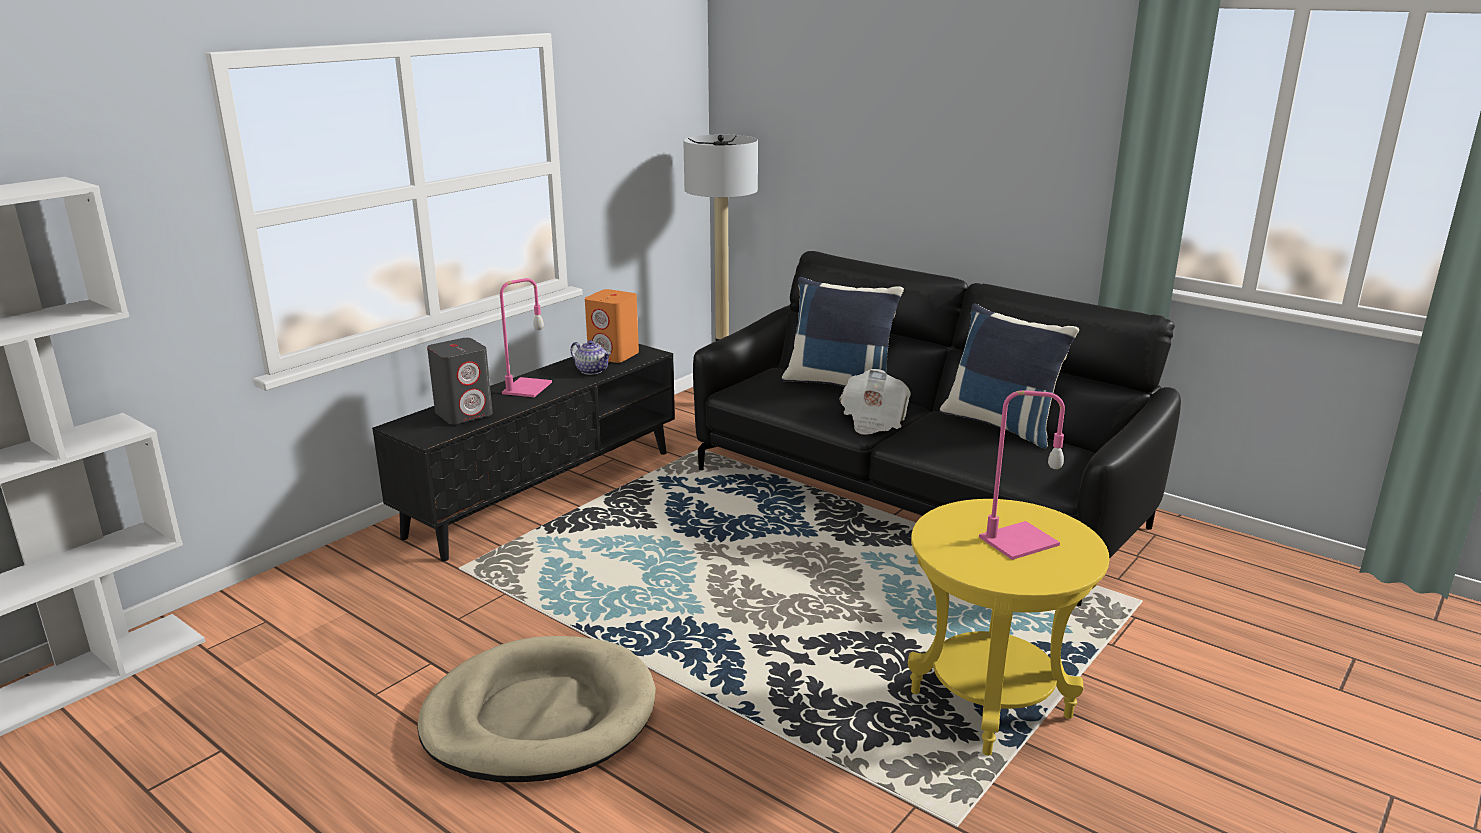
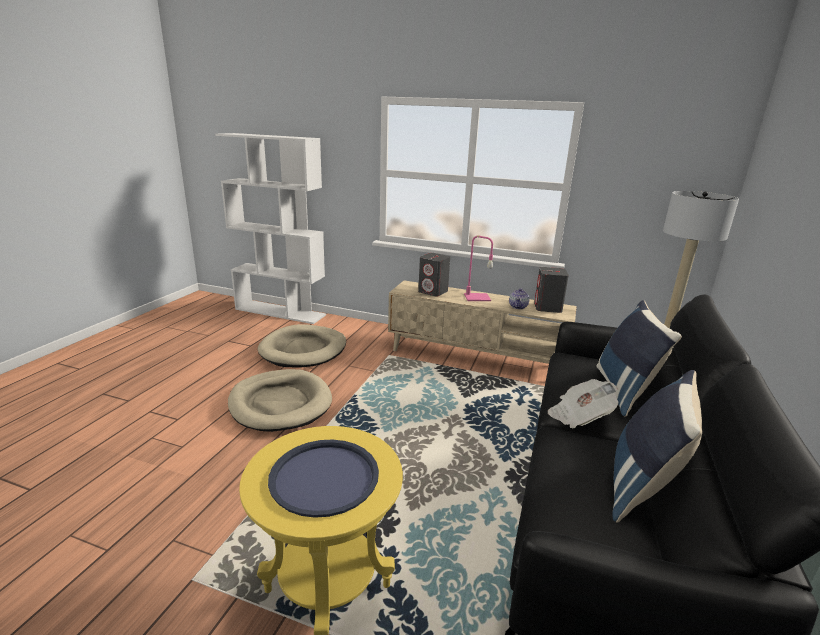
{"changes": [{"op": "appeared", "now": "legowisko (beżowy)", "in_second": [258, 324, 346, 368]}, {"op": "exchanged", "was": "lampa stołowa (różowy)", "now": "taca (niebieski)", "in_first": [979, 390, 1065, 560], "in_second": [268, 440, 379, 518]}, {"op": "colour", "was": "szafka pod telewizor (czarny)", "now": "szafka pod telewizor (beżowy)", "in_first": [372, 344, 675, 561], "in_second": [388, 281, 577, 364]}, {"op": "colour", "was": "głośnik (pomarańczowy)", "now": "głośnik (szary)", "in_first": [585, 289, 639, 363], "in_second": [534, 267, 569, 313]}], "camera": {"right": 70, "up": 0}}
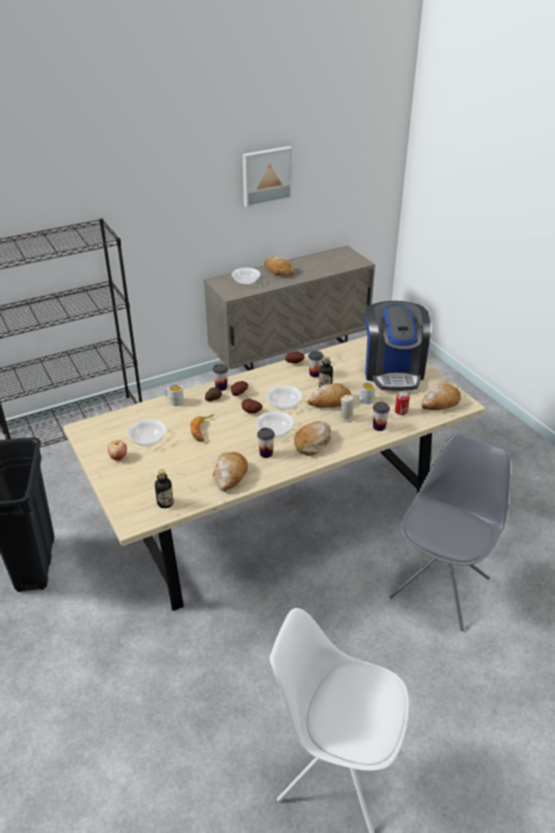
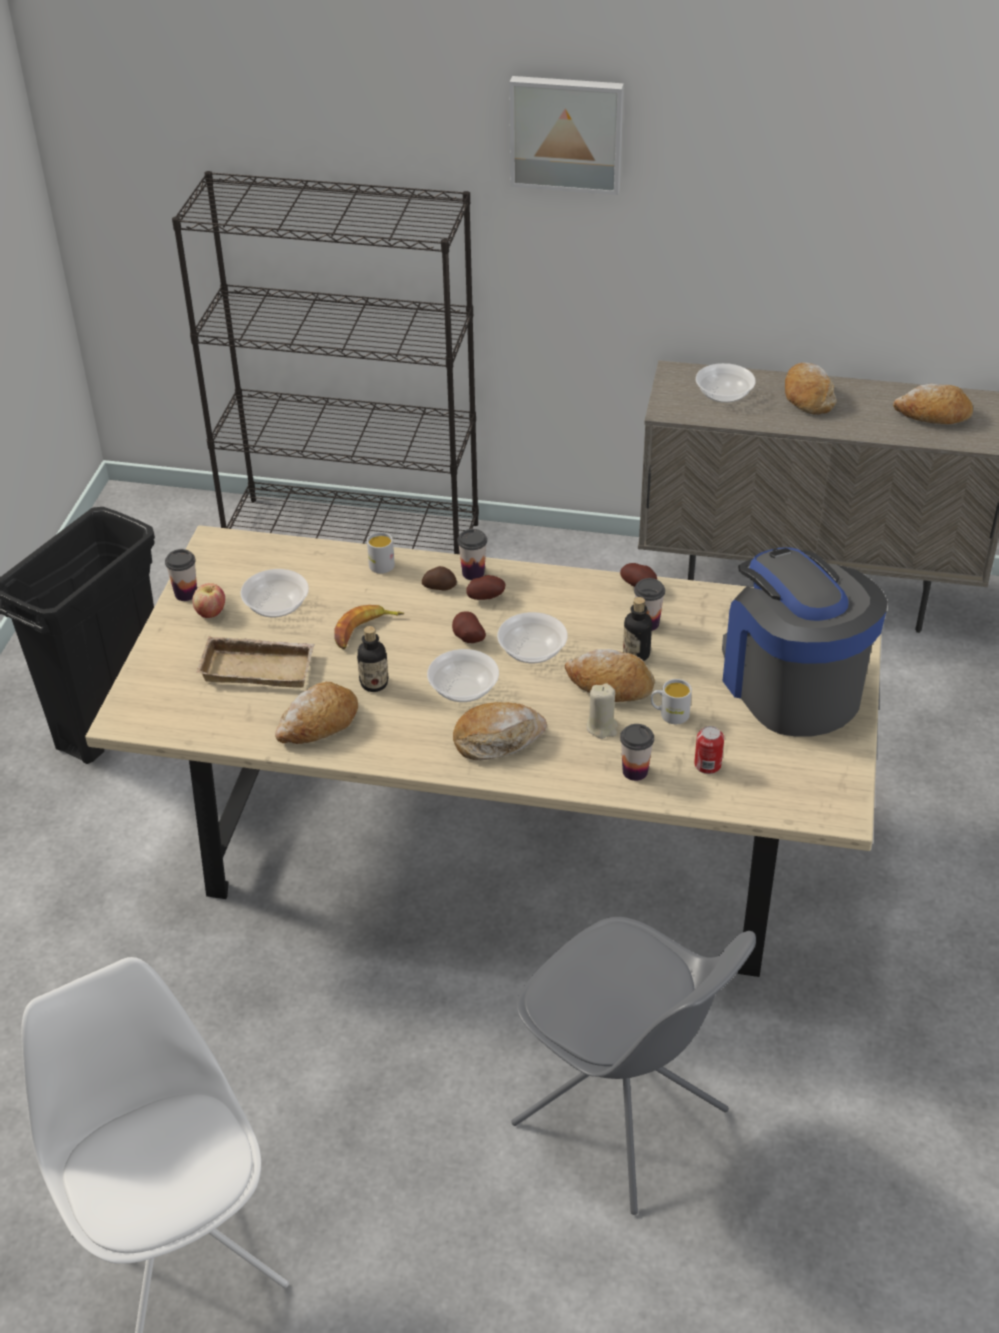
{"changes": [{"op": "relocated", "was": "filiżanka", "in_first": [257, 428, 275, 458], "in_second": [165, 549, 197, 601]}, {"op": "appeared", "now": "taca (beżowy)", "in_second": [196, 636, 315, 688]}, {"op": "relocated", "was": "butelka", "in_first": [155, 469, 174, 508], "in_second": [357, 626, 388, 692]}, {"op": "relocated", "was": "obraz", "in_first": [243, 146, 293, 208], "in_second": [509, 76, 624, 195]}, {"op": "spun", "was": "krzesło (szary)", "in_first": [389, 433, 510, 631], "in_second": [511, 917, 756, 1215], "clockwise": 60}, {"op": "spun", "was": "ekspres do kawy", "in_first": [365, 301, 430, 391], "in_second": [722, 547, 888, 736], "clockwise": 120}, {"op": "relocated", "was": "chleb", "in_first": [421, 384, 461, 410], "in_second": [893, 384, 973, 424]}], "camera": {"right": 40, "up": 5}}
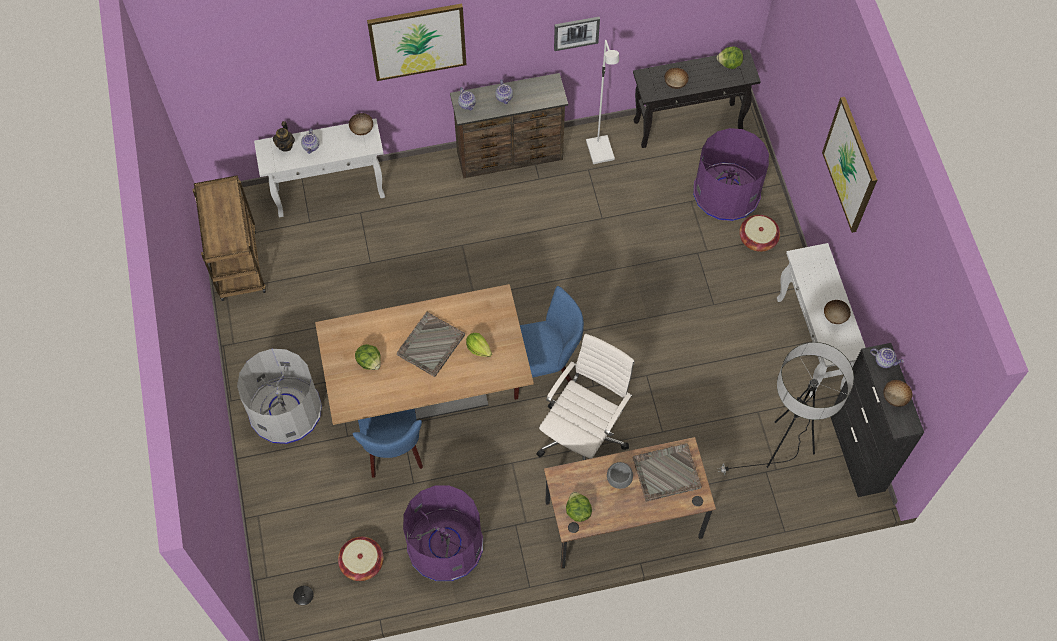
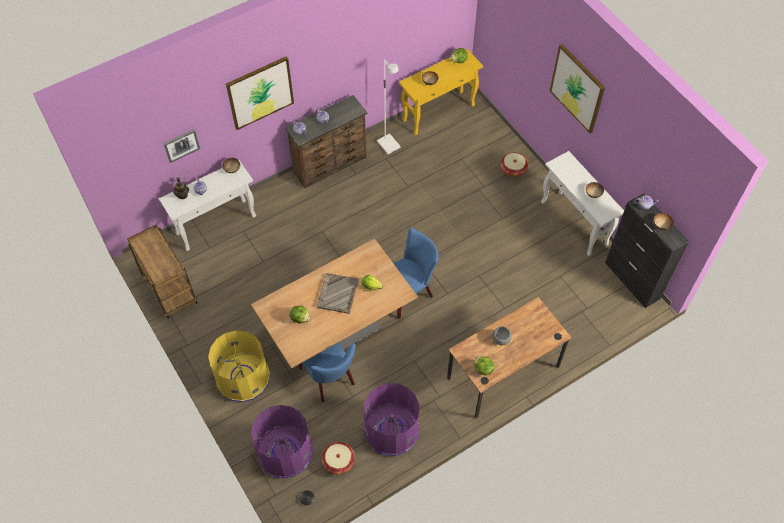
{"changes": [{"op": "relocated", "was": "obraz", "in_first": [554, 17, 600, 51], "in_second": [163, 129, 200, 163]}, {"op": "colour", "was": "kosz na śmieci (szary)", "now": "kosz na śmieci (żółty)", "in_first": [237, 349, 322, 444], "in_second": [208, 330, 270, 402]}, {"op": "relocated", "was": "kosz na śmieci (fioletowy)", "in_first": [693, 128, 769, 221], "in_second": [251, 405, 313, 479]}, {"op": "colour", "was": "stolik konsolowy (czarny)", "now": "stolik konsolowy (żółty)", "in_first": [633, 49, 761, 148], "in_second": [399, 49, 483, 135]}, {"op": "missing", "was": "krzesło biurowe (biały)", "in_first": [536, 333, 634, 460]}, {"op": "missing", "was": "taca (szary)", "in_first": [633, 443, 702, 502]}, {"op": "missing", "was": "lampa stojąca", "in_first": [718, 342, 854, 475]}], "camera": {"right": -20, "up": -5}}
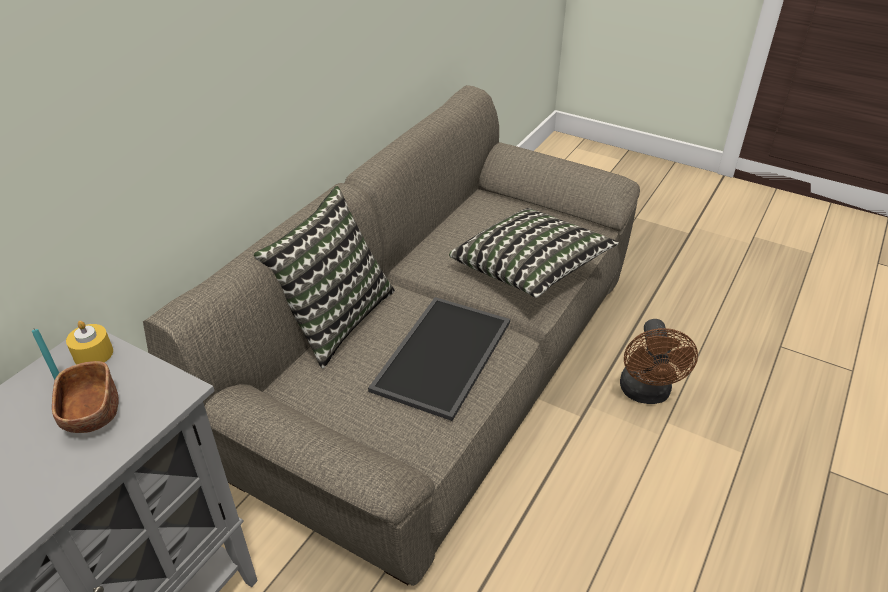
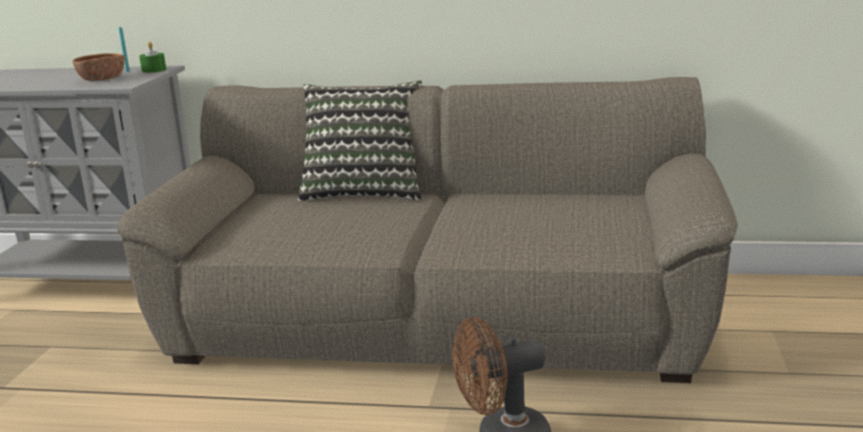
{"changes": [{"op": "colour", "was": "świeca (żółty)", "now": "świeca (zielony)", "in_first": [66, 321, 113, 364], "in_second": [139, 42, 166, 73]}, {"op": "missing", "was": "taca", "in_first": [368, 297, 510, 421]}, {"op": "missing", "was": "poduszka", "in_first": [449, 208, 619, 298]}], "camera": {"right": 70, "up": -20}}
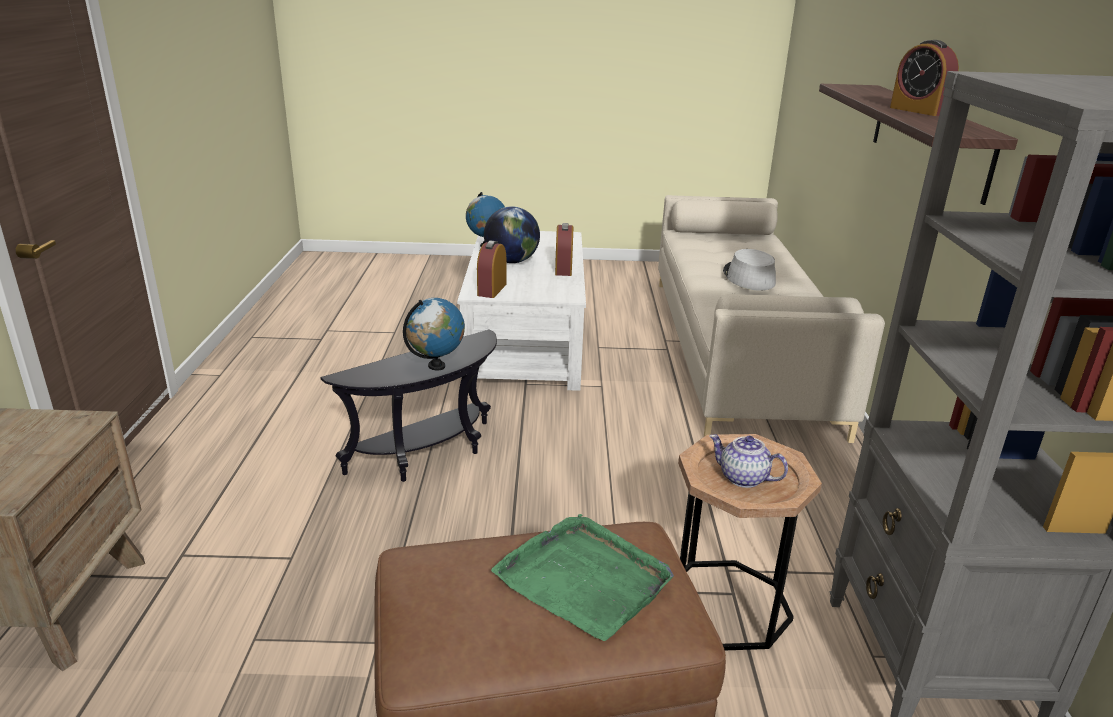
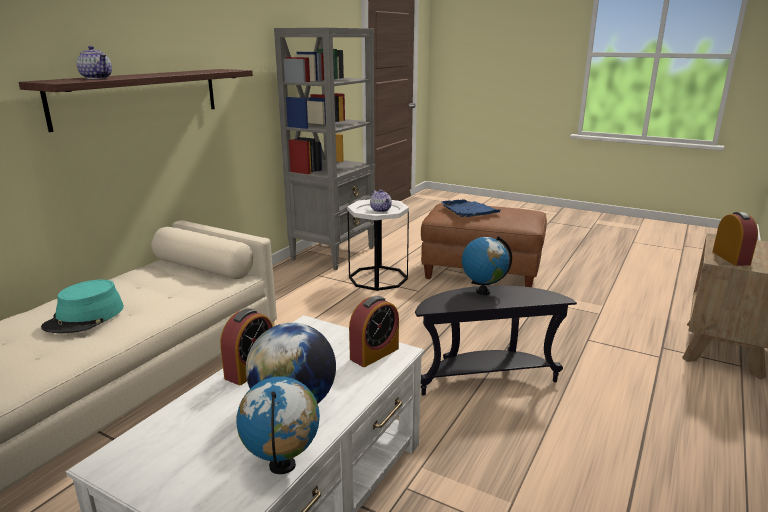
{"changes": [{"op": "colour", "was": "kapelusz (szary)", "now": "kapelusz (turkusowy)", "in_first": [723, 249, 776, 291], "in_second": [41, 279, 124, 333]}, {"op": "appeared", "now": "imbryk", "in_second": [76, 46, 112, 79]}, {"op": "colour", "was": "stolik (brązowy)", "now": "stolik (biały)", "in_first": [678, 434, 822, 650], "in_second": [347, 199, 409, 291]}, {"op": "colour", "was": "taca (zielony)", "now": "taca (niebieski)", "in_first": [491, 514, 674, 641], "in_second": [441, 199, 501, 217]}, {"op": "relocated", "was": "budzik", "in_first": [890, 40, 959, 116], "in_second": [713, 212, 758, 266]}], "camera": {"right": -150, "up": -5}}
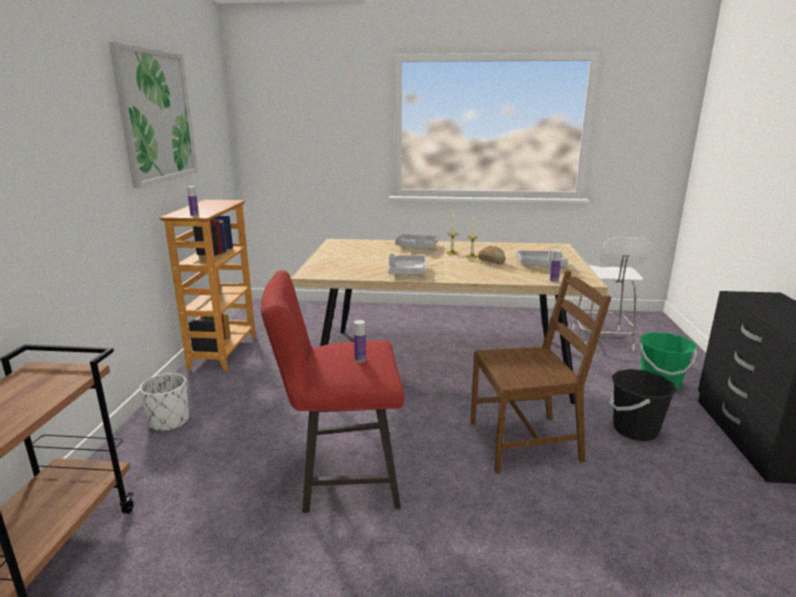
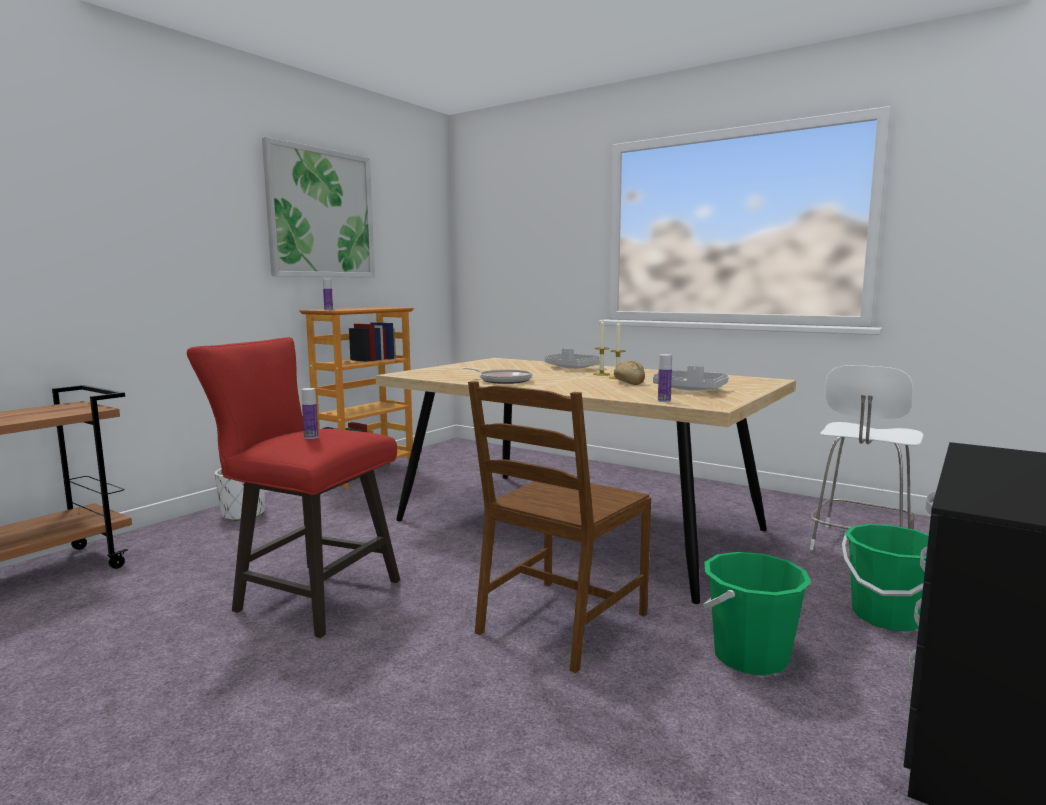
{"changes": [{"op": "exchanged", "was": "taca (szary)", "now": "patelnia", "in_first": [388, 254, 426, 275], "in_second": [463, 367, 533, 384]}, {"op": "spun", "was": "krzesło (brązowy)", "in_first": [471, 270, 612, 474], "in_second": [468, 381, 651, 673], "clockwise": 105}, {"op": "colour", "was": "wiadro (czarny)", "now": "wiadro (zielony)", "in_first": [609, 369, 677, 441], "in_second": [702, 552, 811, 675]}], "camera": {"right": 30, "up": -10}}
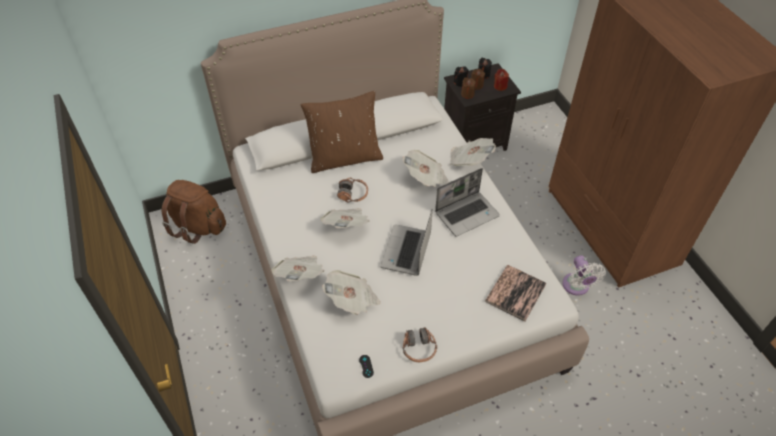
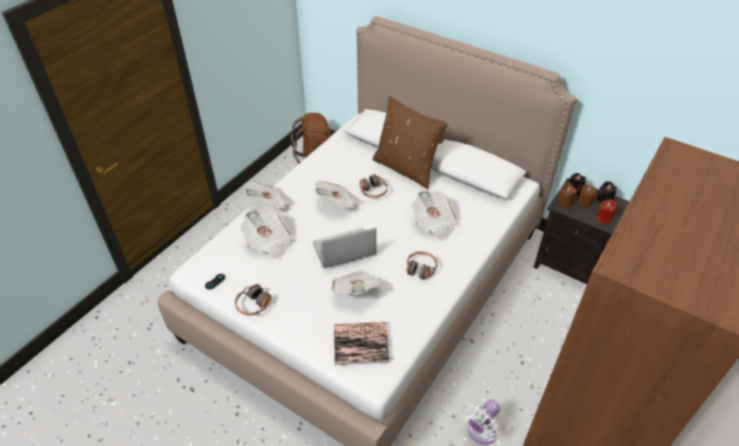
{"changes": [{"op": "relocated", "was": "gazeta", "in_first": [450, 138, 496, 166], "in_second": [331, 270, 381, 295]}, {"op": "exchanged", "was": "laptop", "now": "słuchawki", "in_first": [435, 168, 500, 236], "in_second": [406, 251, 438, 280]}], "camera": {"right": 55, "up": -5}}
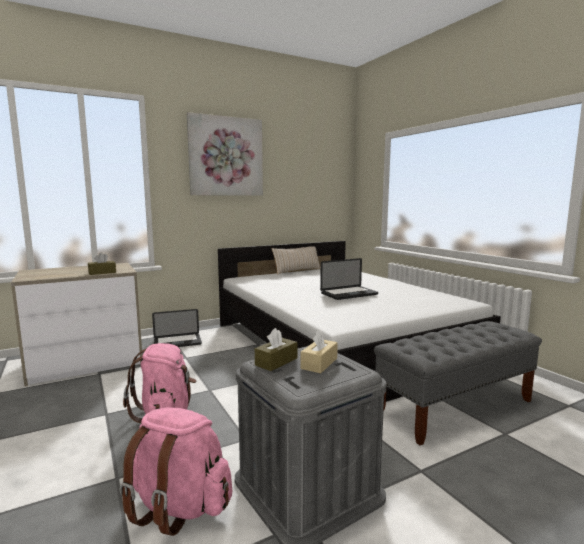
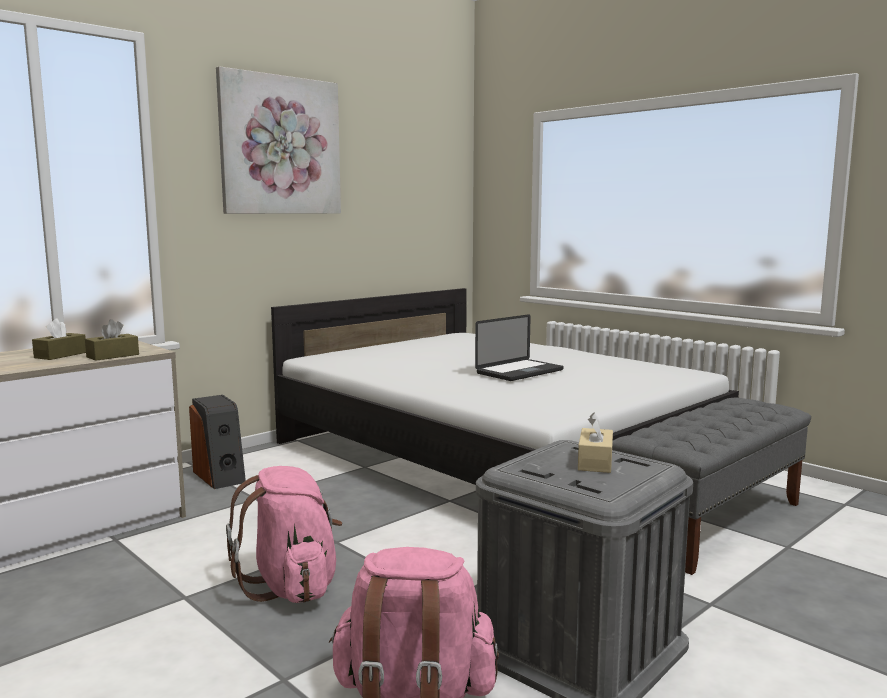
{"changes": [{"op": "relocated", "was": "pudełko chusteczek (brązowy)", "in_first": [255, 328, 297, 371], "in_second": [32, 318, 86, 360]}, {"op": "exchanged", "was": "laptop", "now": "głośnik", "in_first": [152, 309, 202, 347], "in_second": [189, 395, 246, 489]}, {"op": "missing", "was": "poduszka (beżowy)", "in_first": [272, 246, 321, 275]}], "camera": {"right": -15, "up": 0}}
